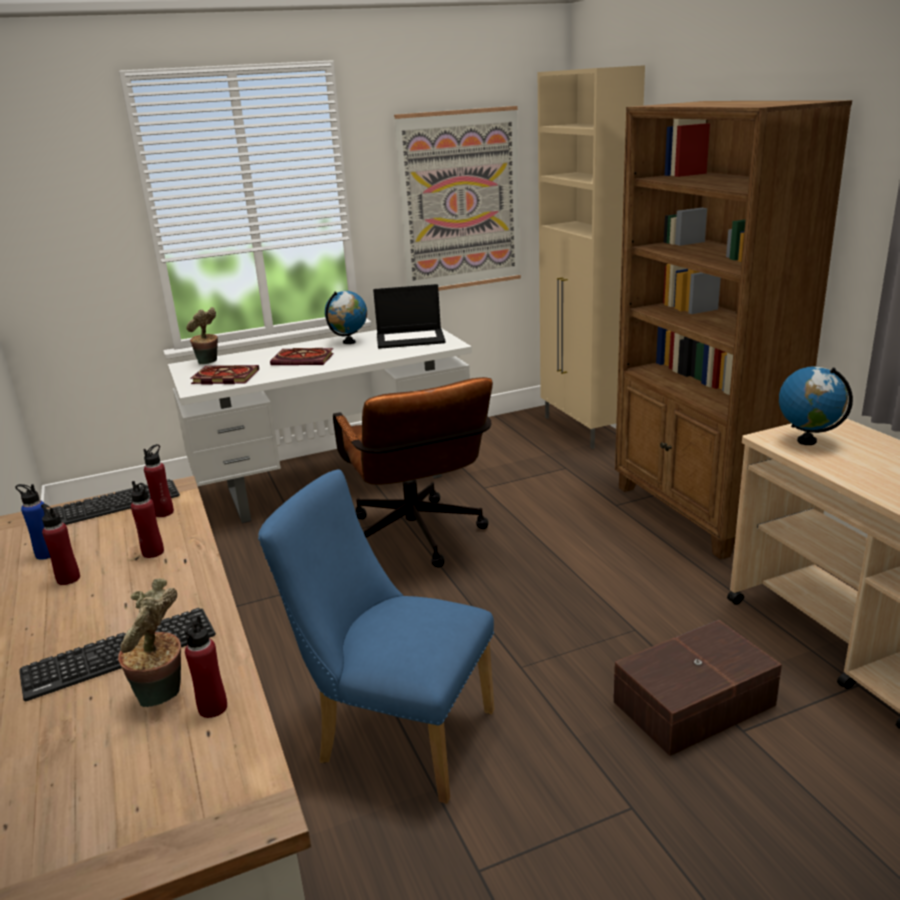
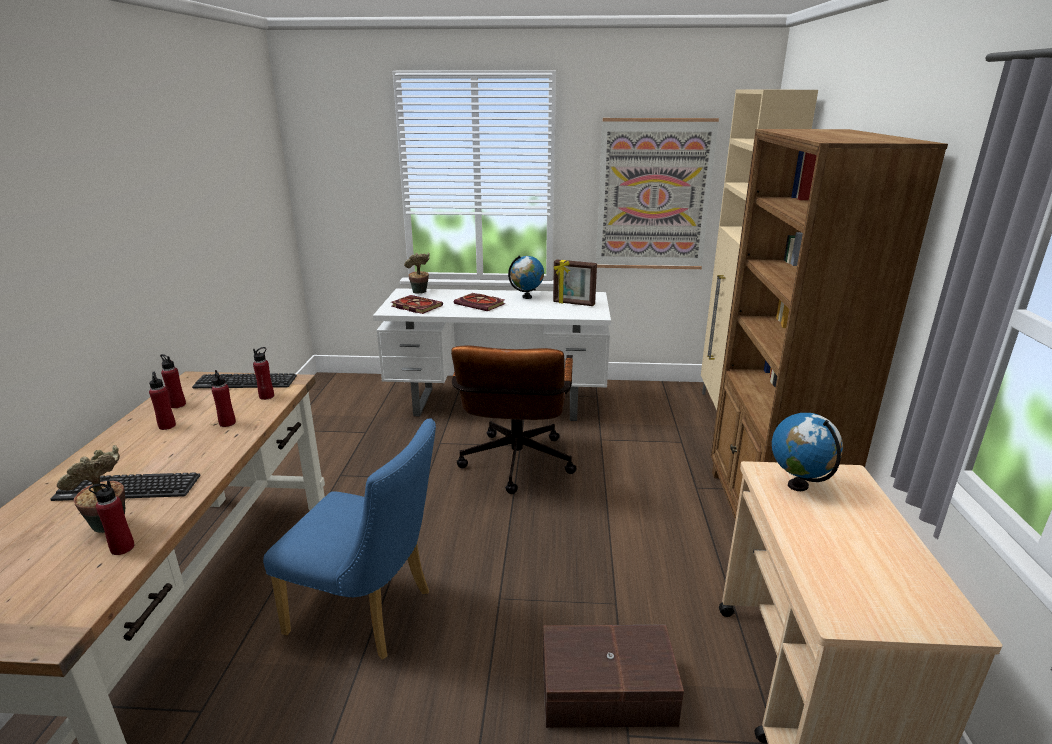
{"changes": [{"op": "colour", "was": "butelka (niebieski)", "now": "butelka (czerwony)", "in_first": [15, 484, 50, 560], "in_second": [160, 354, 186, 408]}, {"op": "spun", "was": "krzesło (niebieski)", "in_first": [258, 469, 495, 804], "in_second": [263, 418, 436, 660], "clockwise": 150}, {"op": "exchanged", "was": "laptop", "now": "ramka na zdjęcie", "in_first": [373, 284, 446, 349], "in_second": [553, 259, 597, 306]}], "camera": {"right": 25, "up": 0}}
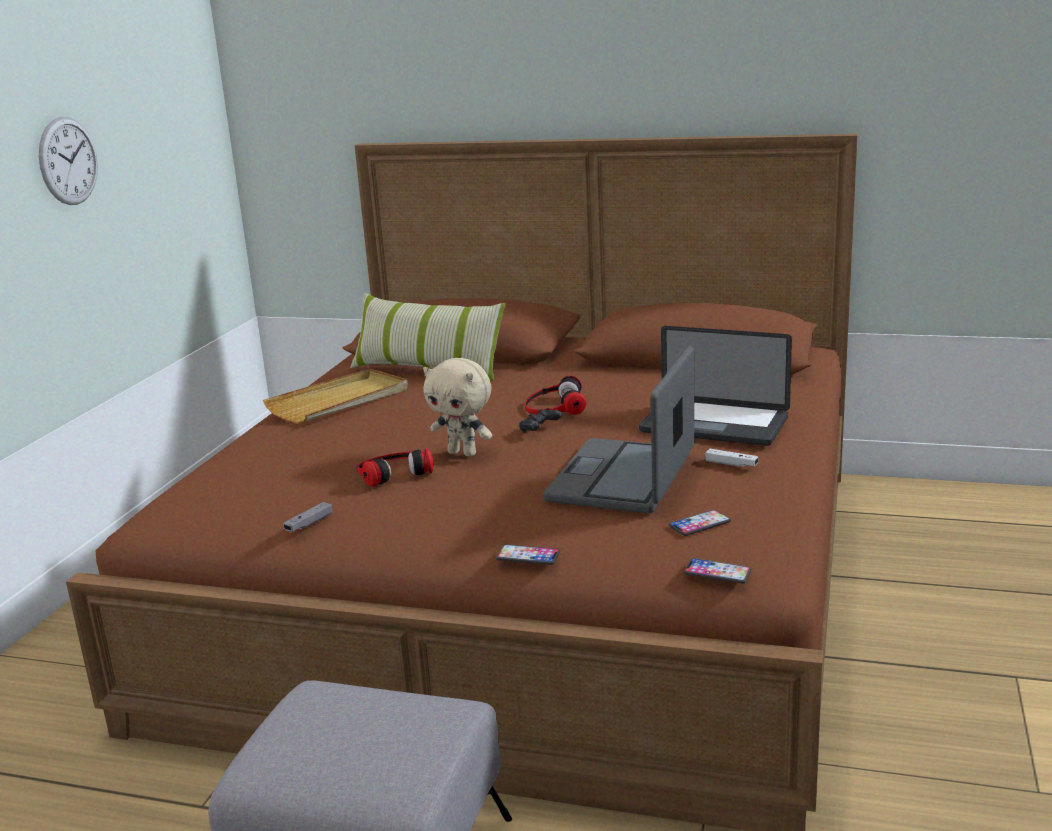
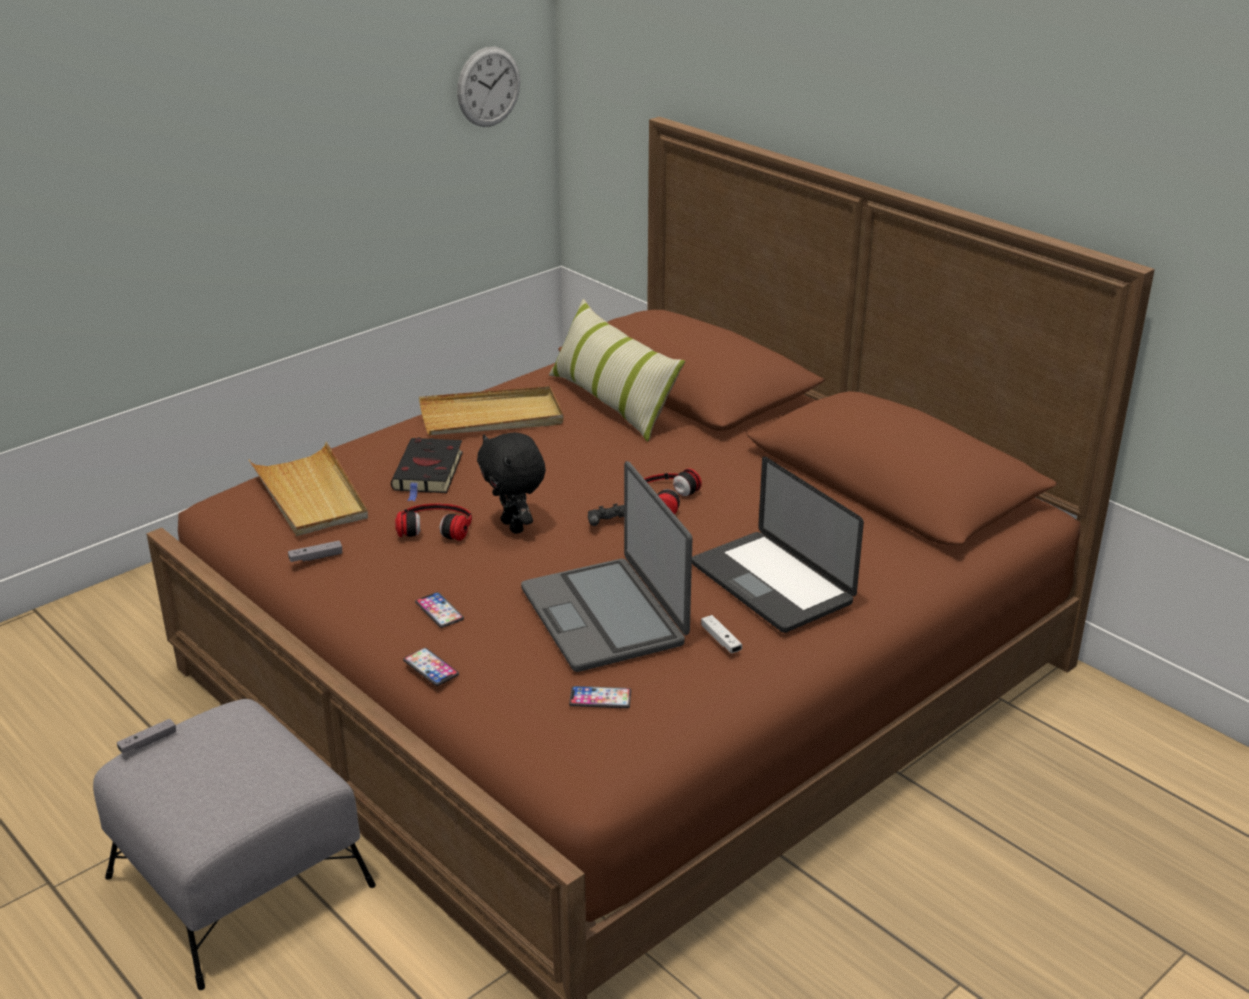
{"changes": [{"op": "appeared", "now": "pad do gier (szary)", "in_second": [117, 719, 176, 754]}, {"op": "appeared", "now": "taca (beżowy)", "in_second": [249, 442, 368, 536]}, {"op": "appeared", "now": "książka (czarny)", "in_second": [391, 438, 463, 502]}, {"op": "relocated", "was": "telefon", "in_first": [683, 558, 752, 584], "in_second": [415, 592, 464, 628]}, {"op": "relocated", "was": "zegar ścienny", "in_first": [39, 117, 98, 205], "in_second": [457, 47, 520, 127]}, {"op": "colour", "was": "pluszak (beżowy)", "now": "pluszak (czarny)", "in_first": [423, 358, 492, 457], "in_second": [477, 432, 546, 534]}, {"op": "spun", "was": "laptop", "in_first": [543, 346, 694, 513], "in_second": [521, 461, 692, 672], "clockwise": -75}], "camera": {"right": 30, "up": 10}}
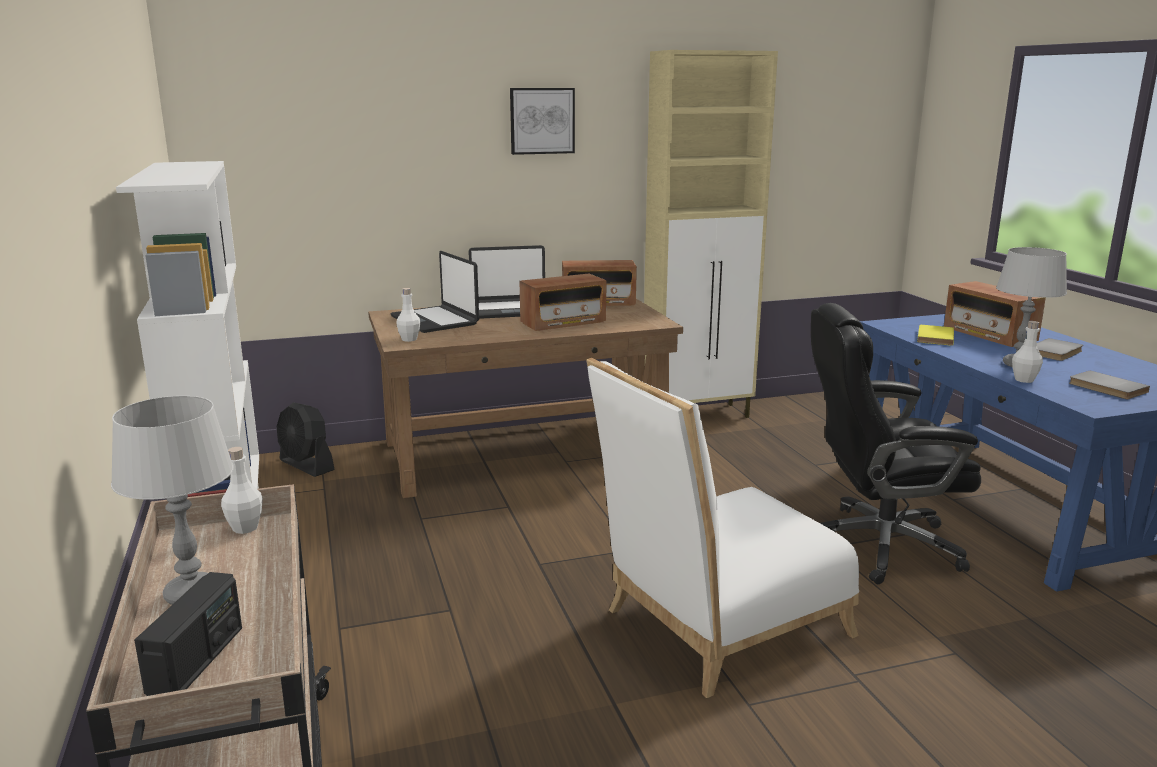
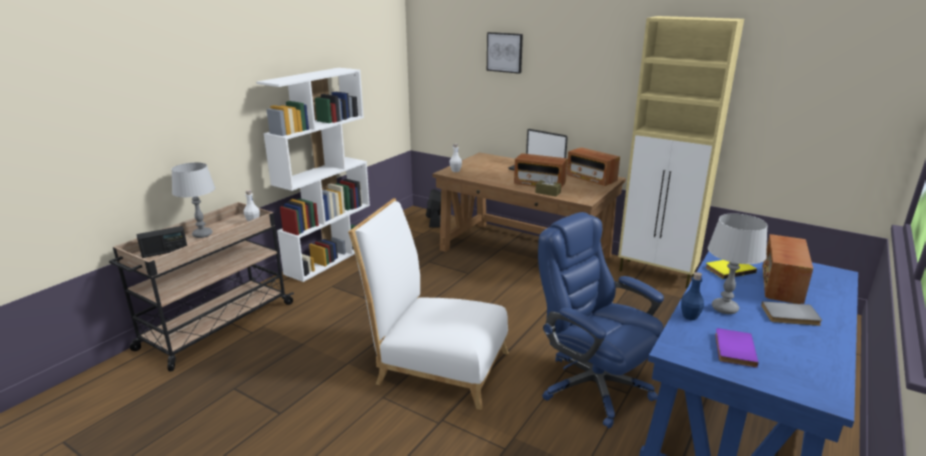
{"changes": [{"op": "relocated", "was": "obraz", "in_first": [510, 88, 575, 155], "in_second": [487, 32, 523, 74]}, {"op": "appeared", "now": "pudełko chusteczek (brązowy)", "in_second": [535, 175, 561, 197]}, {"op": "colour", "was": "krzesło biurowe (czarny)", "now": "krzesło biurowe (niebieski)", "in_first": [811, 303, 981, 584], "in_second": [538, 212, 664, 428]}, {"op": "colour", "was": "butelka (biały)", "now": "butelka (niebieski)", "in_first": [1012, 321, 1043, 383], "in_second": [681, 272, 704, 320]}, {"op": "colour", "was": "książka (szary)", "now": "książka (fioletowy)", "in_first": [1069, 371, 1150, 399], "in_second": [715, 328, 758, 368]}, {"op": "missing", "was": "laptop", "in_first": [390, 251, 479, 333]}], "camera": {"right": 50, "up": 5}}
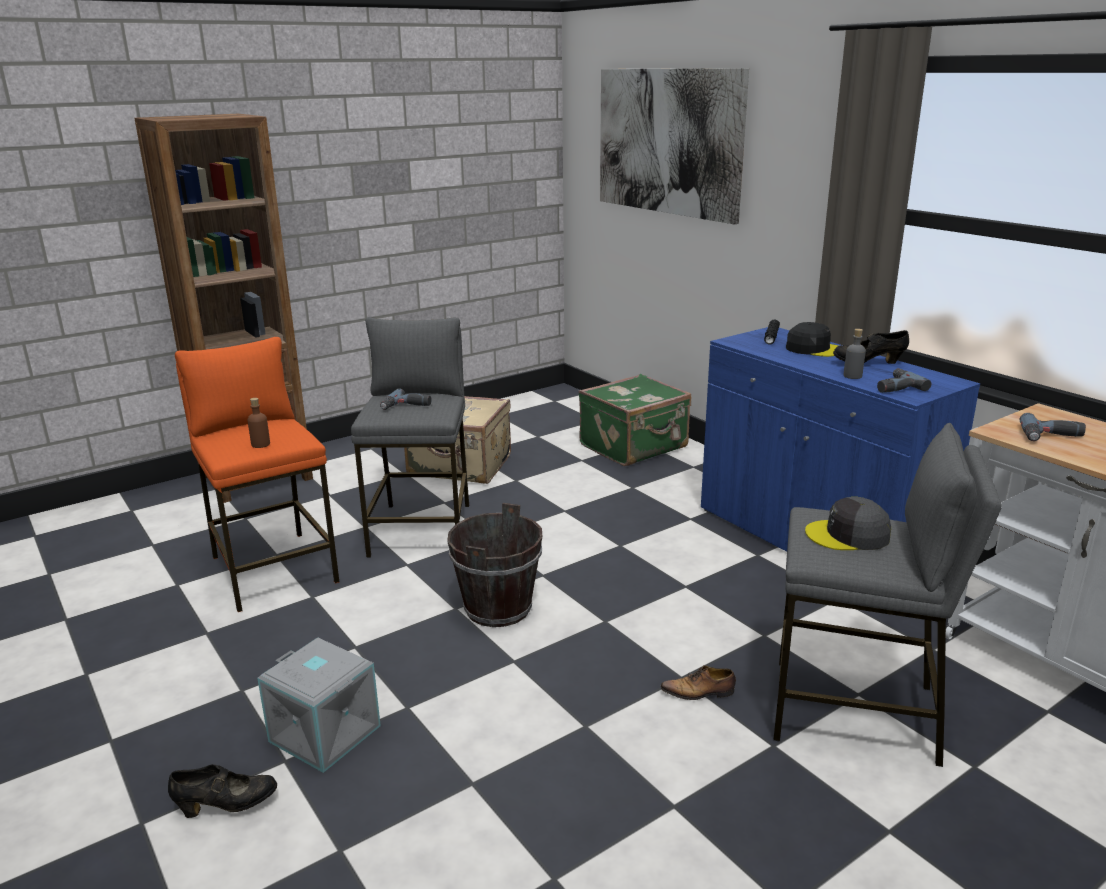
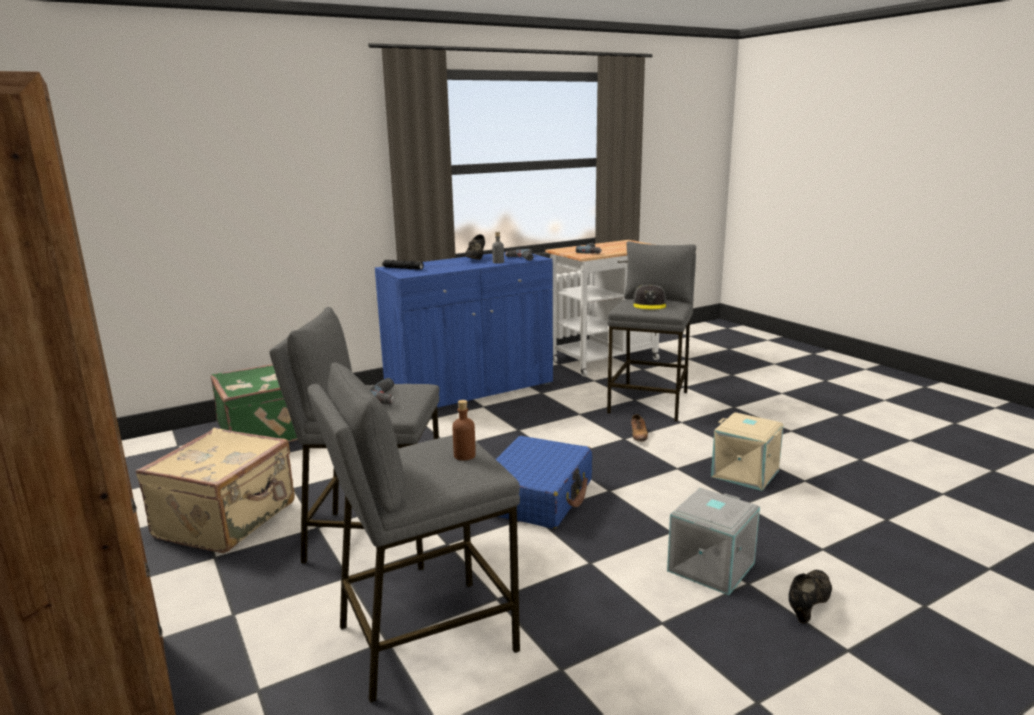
{"changes": [{"op": "colour", "was": "stołek (pomarańczowy)", "now": "stołek (szary)", "in_first": [175, 337, 339, 612], "in_second": [307, 363, 520, 703]}, {"op": "exchanged", "was": "wiadro (brązowy)", "now": "walizka (niebieski)", "in_first": [447, 503, 542, 627], "in_second": [496, 436, 592, 529]}, {"op": "appeared", "now": "pojemnik do przechowywania (beżowy)", "in_second": [711, 412, 784, 491]}, {"op": "spun", "was": "but (czarny)", "in_first": [168, 764, 277, 818], "in_second": [788, 570, 832, 623], "clockwise": 45}, {"op": "missing", "was": "obraz", "in_first": [600, 68, 749, 224]}, {"op": "missing", "was": "czapka z daszkiem (czarny)", "in_first": [786, 322, 838, 357]}], "camera": {"right": -85, "up": -5}}
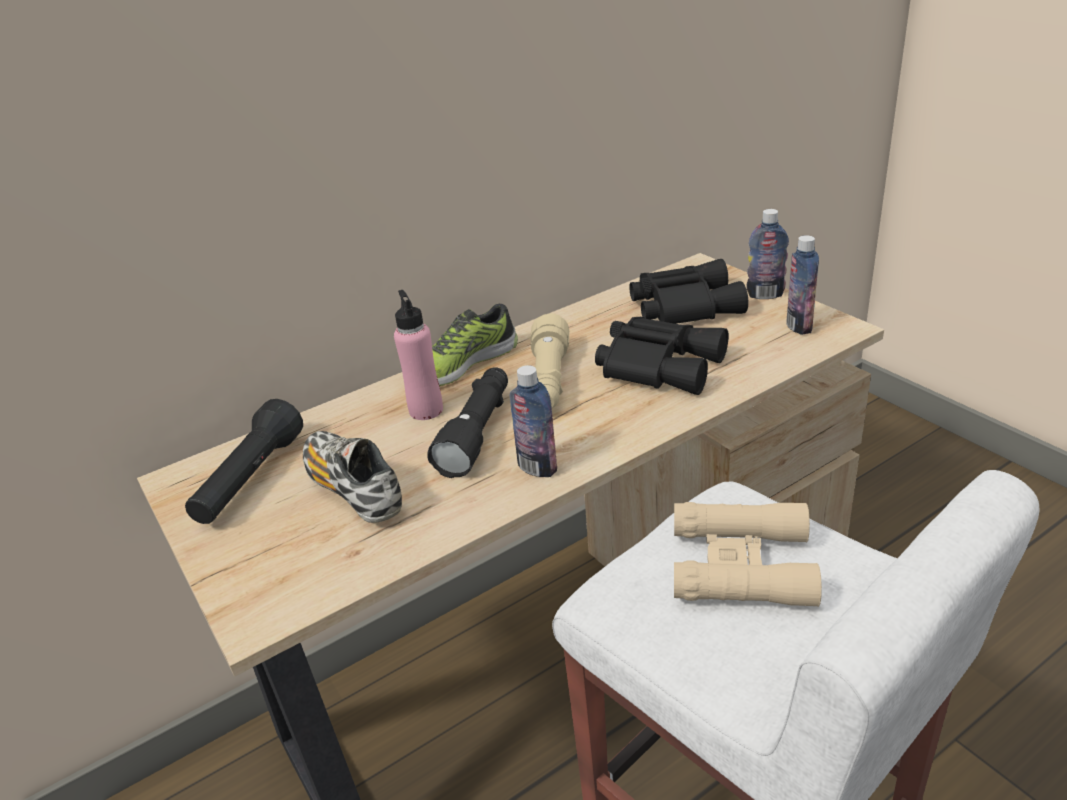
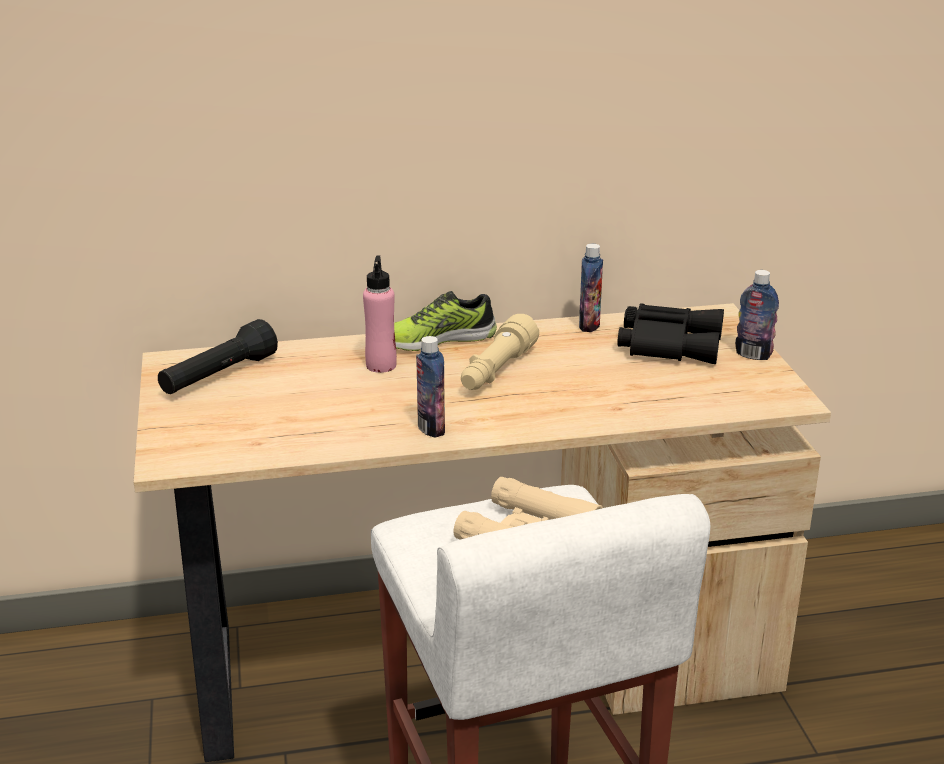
{"changes": [{"op": "relocated", "was": "butelka", "in_first": [786, 235, 819, 335], "in_second": [579, 244, 603, 332]}, {"op": "missing", "was": "but", "in_first": [303, 431, 402, 523]}, {"op": "missing", "was": "latarka (czarny)", "in_first": [427, 367, 508, 478]}, {"op": "missing", "was": "lornetka (czarny)", "in_first": [595, 317, 729, 395]}], "camera": {"right": 20, "up": -5}}
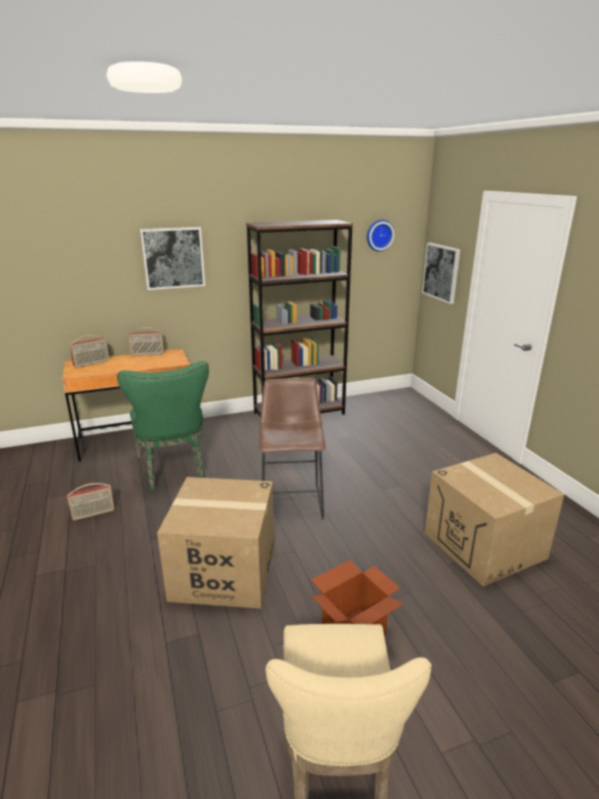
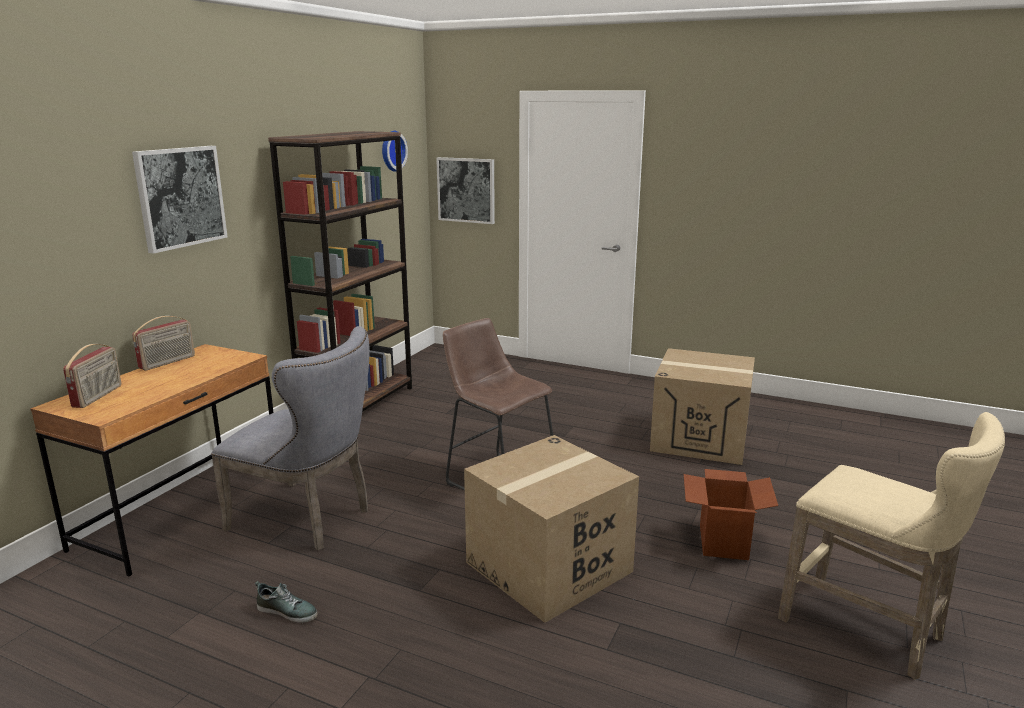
{"changes": [{"op": "colour", "was": "krzesło (zielony)", "now": "krzesło (szary)", "in_first": [117, 361, 209, 490], "in_second": [211, 326, 370, 551]}, {"op": "exchanged", "was": "radio", "now": "but", "in_first": [67, 483, 115, 521], "in_second": [255, 581, 318, 623]}], "camera": {"right": -45, "up": -5}}
